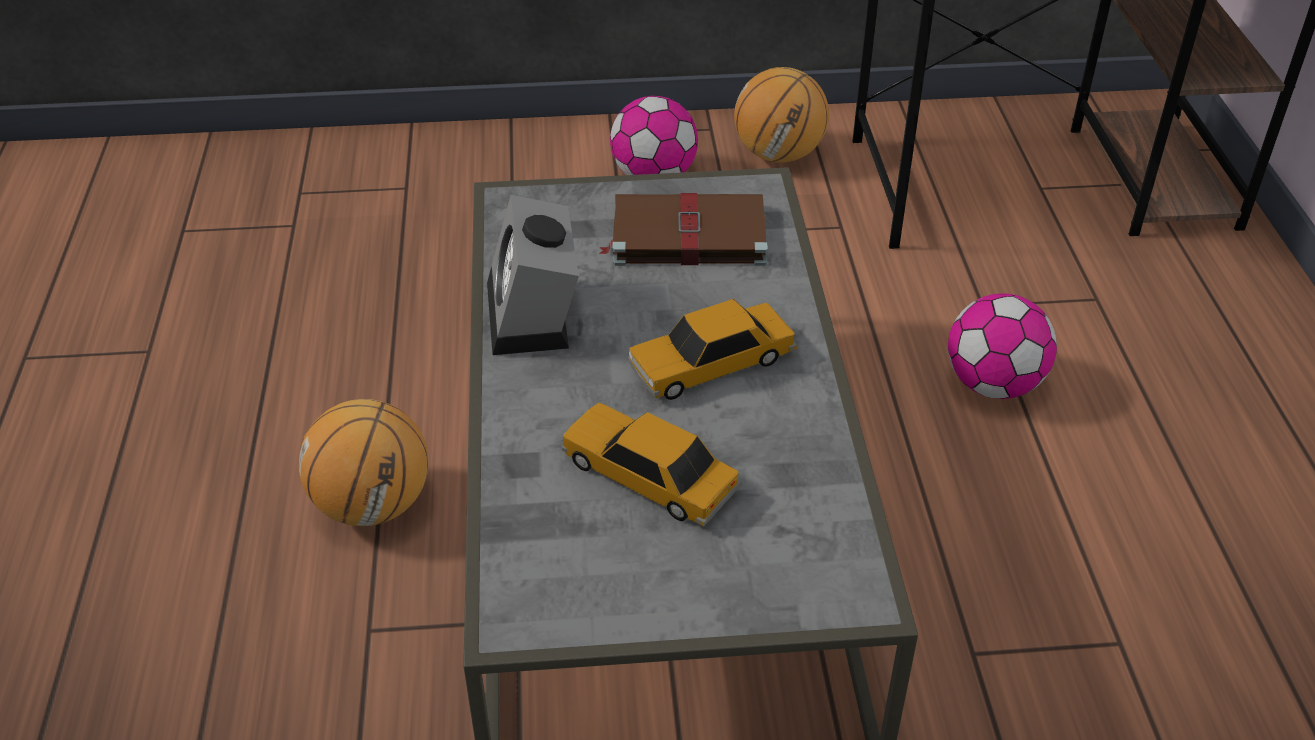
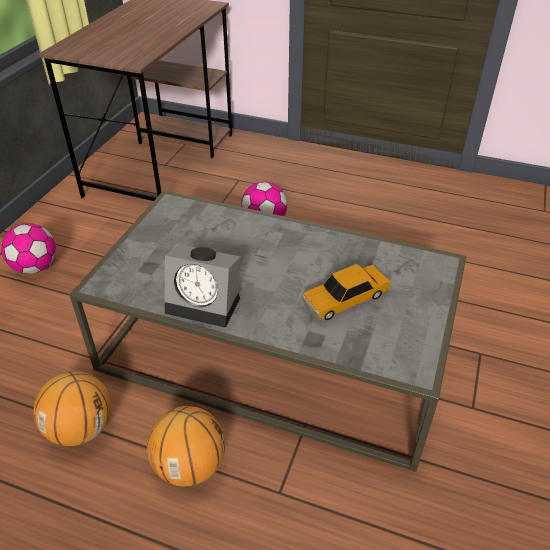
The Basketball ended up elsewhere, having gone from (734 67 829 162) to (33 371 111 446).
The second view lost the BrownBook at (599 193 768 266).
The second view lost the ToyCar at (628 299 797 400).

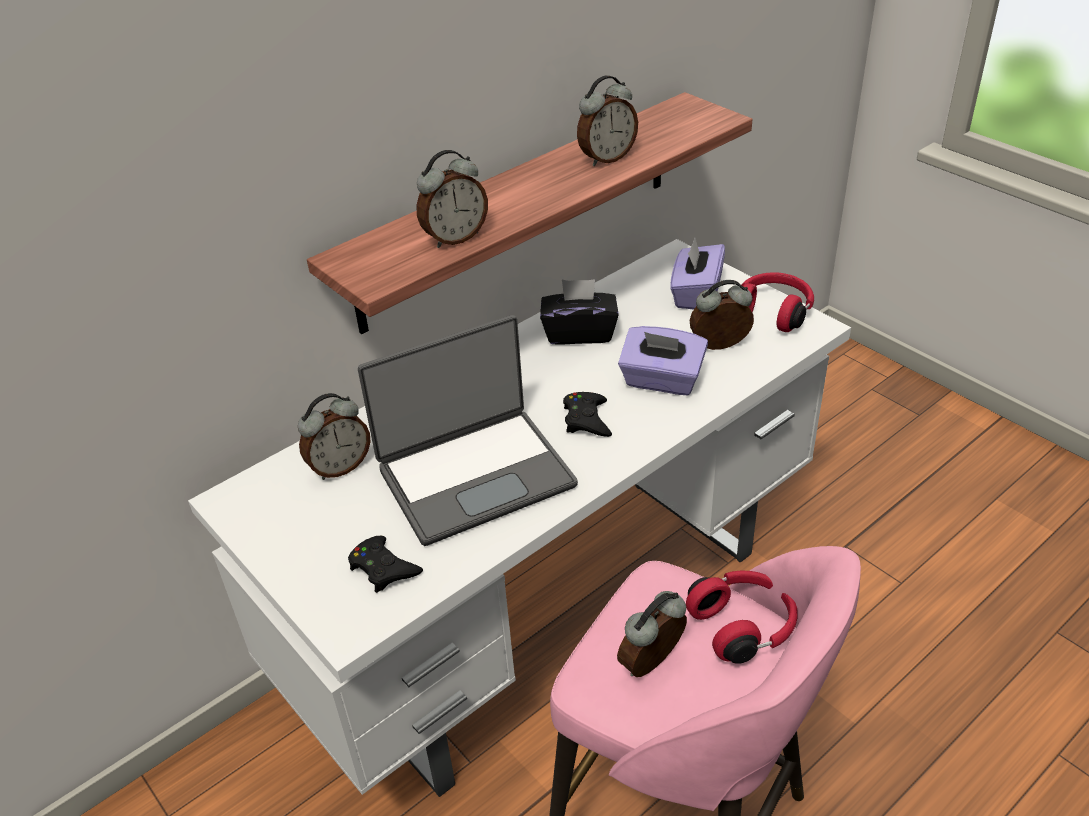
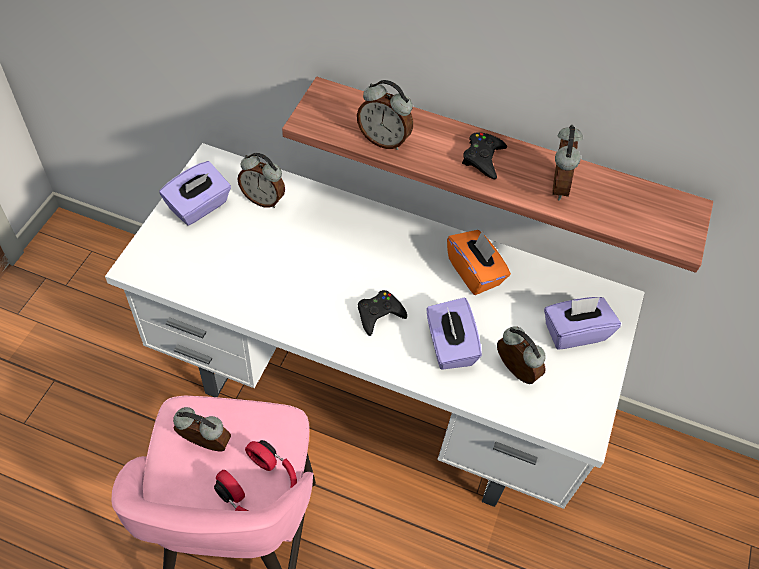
The second view gained the PurpleTissueBox at (159 161 231 226).
What was the BlackTissueBox at (540 279 619 345) turned into the OrangeTissueBox at (447 230 511 295).
The BlackGameController ended up elsewhere, having gone from (348 536 423 593) to (462 132 507 179).
The AlarmClock at (577 75 638 166) ended up facing another way, 105 degrees counterclockwise from before.
The second view lost the Laptop at (358 315 578 546).
The second view lost the RedHeadphones at (741 272 814 332).

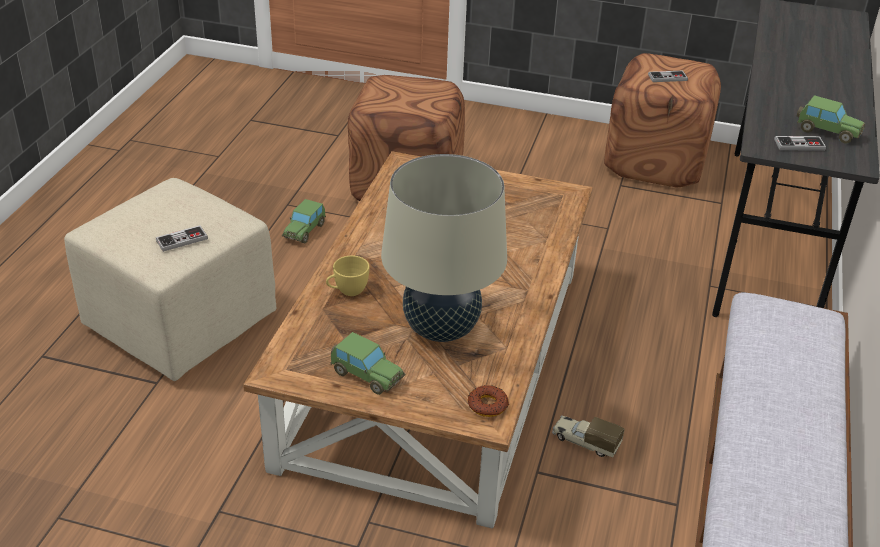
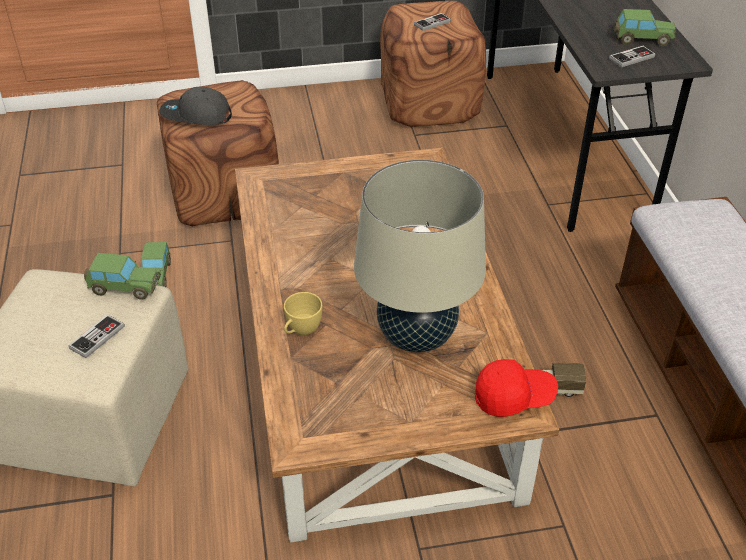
The ToyCar ended up elsewhere, having gone from (331 332 405 395) to (84 253 161 300).
The second view gained the GreyCap at (159 87 232 125).
Where the Donut stood at (468 385 509 417), the RedCap came to stand at (475 359 558 417).

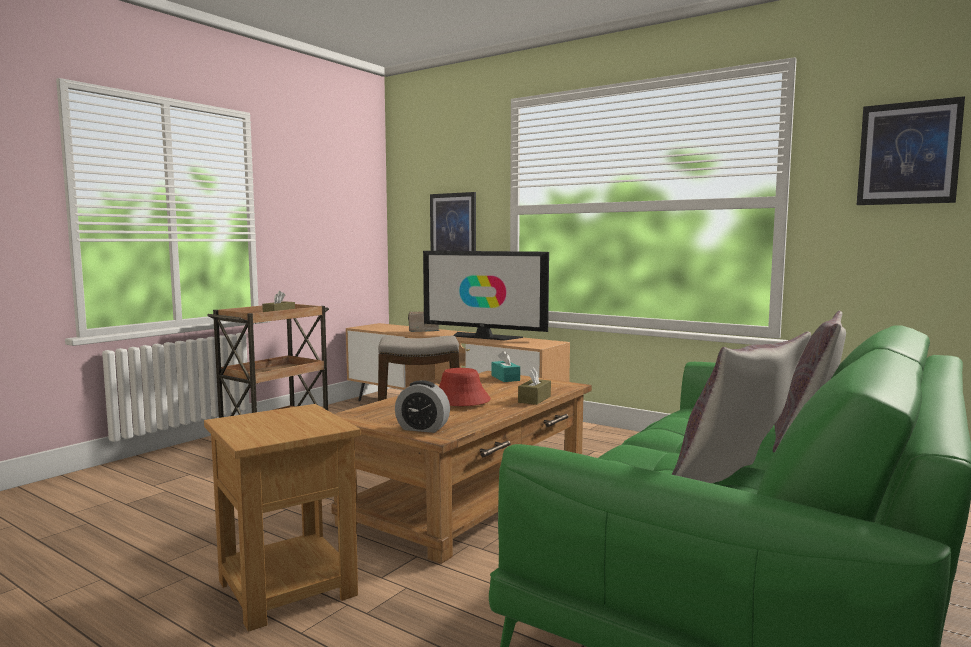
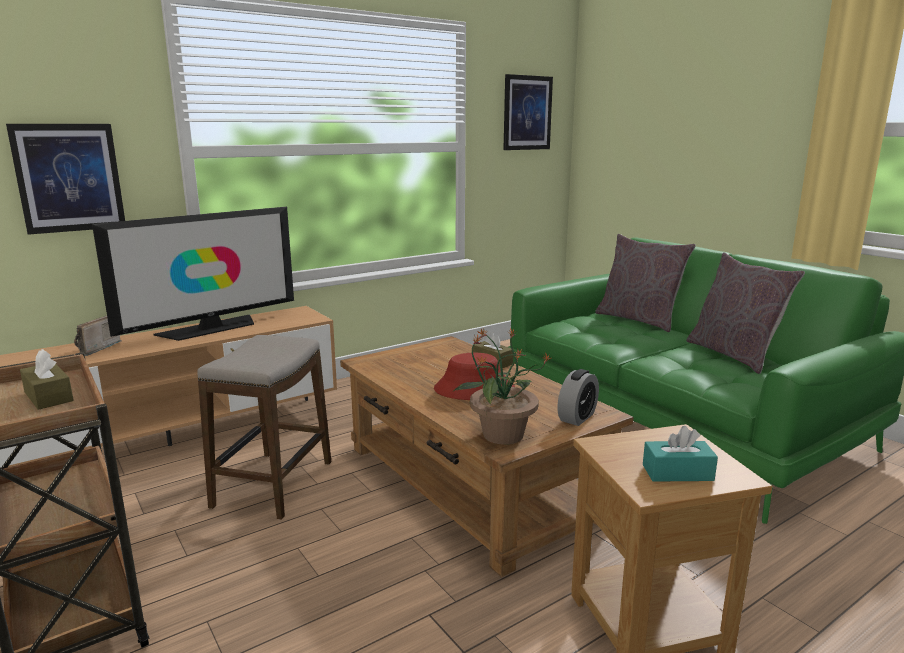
The second view gained the PottedPlant at (454 328 551 445).
The TurquoiseTissueBox ended up elsewhere, having gone from (492 350 520 382) to (643 426 718 482).

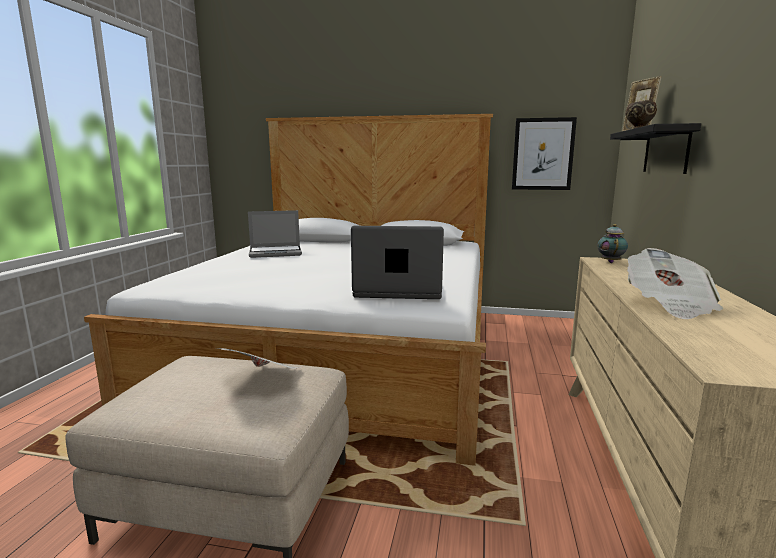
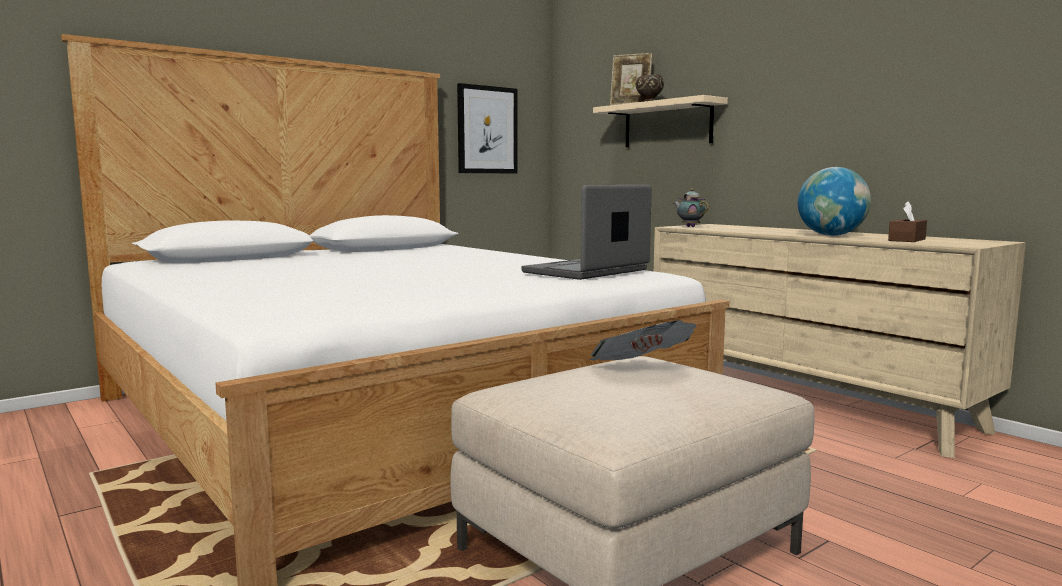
What was the BlackShelf at (610 123 701 174) turned into the BeigeShelf at (593 95 728 147).
Where the Newspaper stood at (627 248 723 319), the Globe came to stand at (798 167 871 236).
The second view gained the BrownTissueBox at (888 201 927 242).
The second view lost the Laptop at (248 210 302 258).

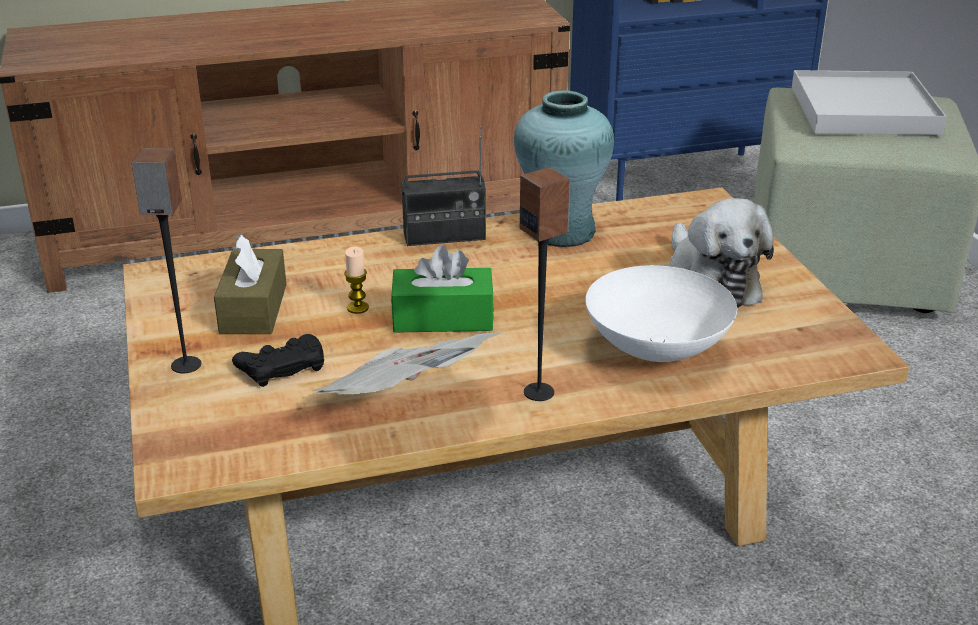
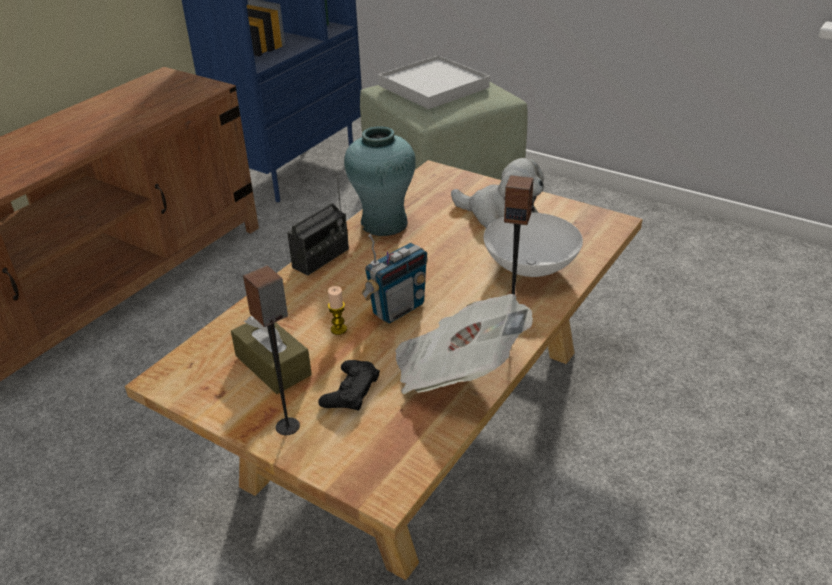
Where the GreenTissueBox stood at (391 245 494 333), the Radio came to stand at (361 234 428 324).

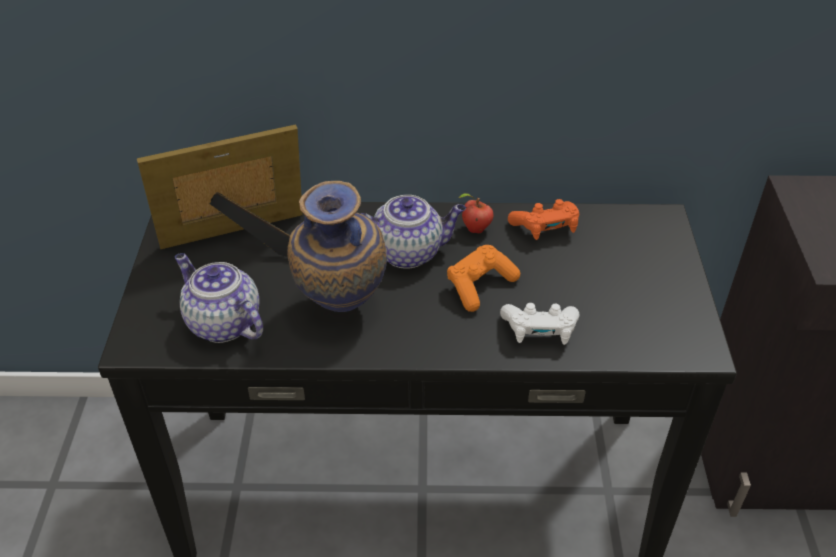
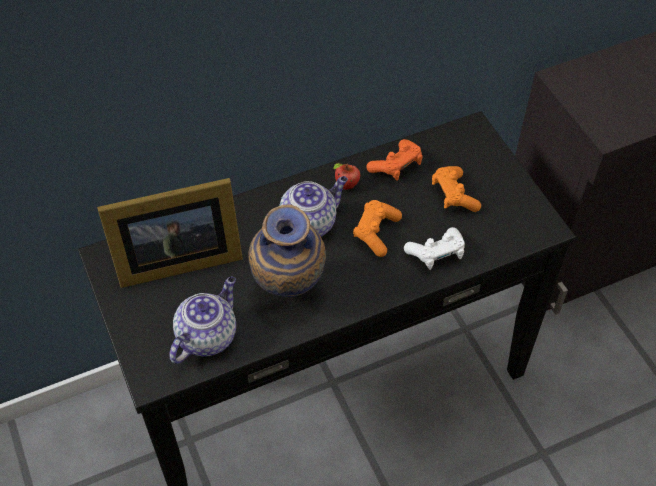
The PictureFrame at (137 125 303 256) ended up facing another way, 150 degrees counterclockwise from before.
The Teapot at (175 253 263 343) ended up facing another way, 105 degrees clockwise from before.
The second view gained the OrangeGameController at (432 166 481 212).

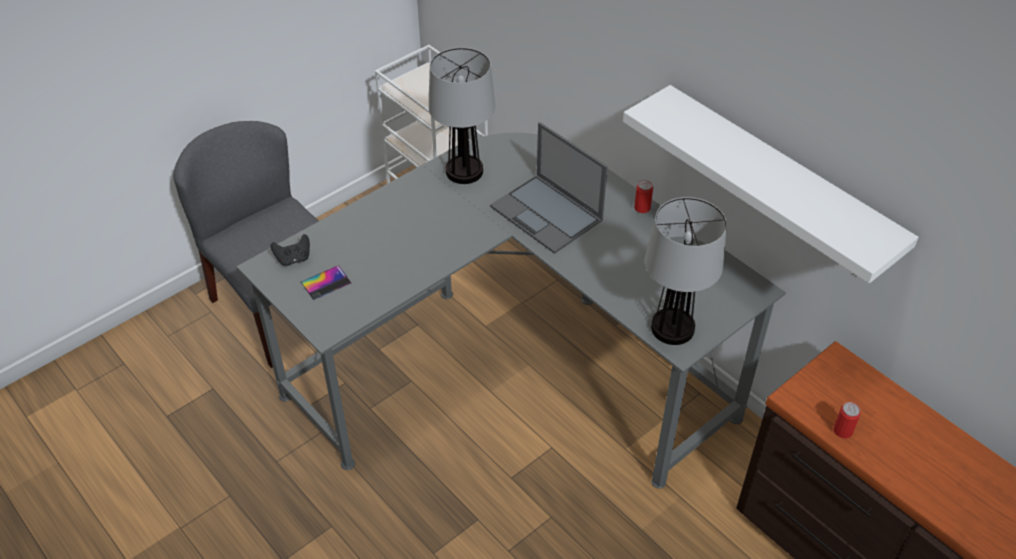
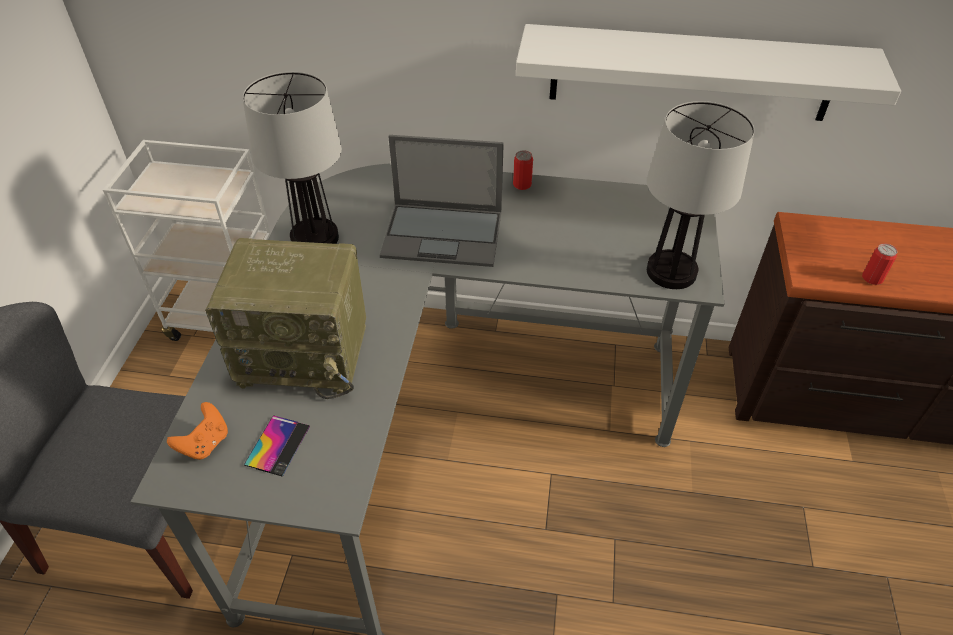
What was the BlackGameController at (271 234 310 266) turned into the OrangeGameController at (167 402 228 460).
The second view gained the Radio at (205 238 366 399).

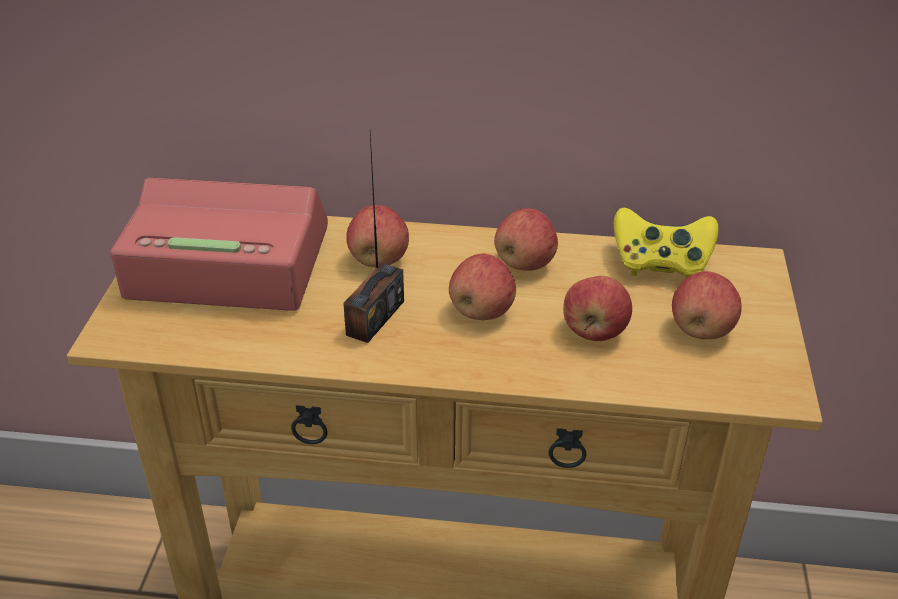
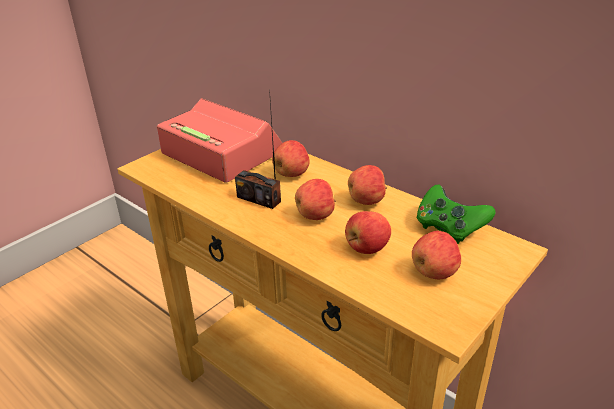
The Radio at (343 132 404 343) ended up facing another way, 60 degrees clockwise from before.
What was the YellowGameController at (614 208 719 279) turned into the GreenGameController at (417 185 496 244).

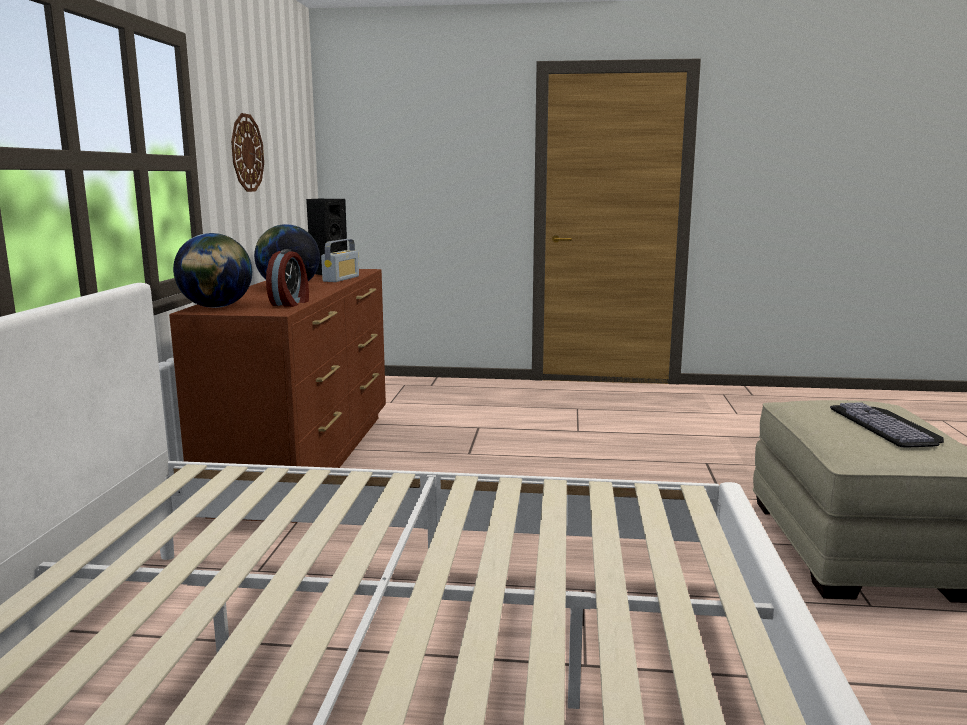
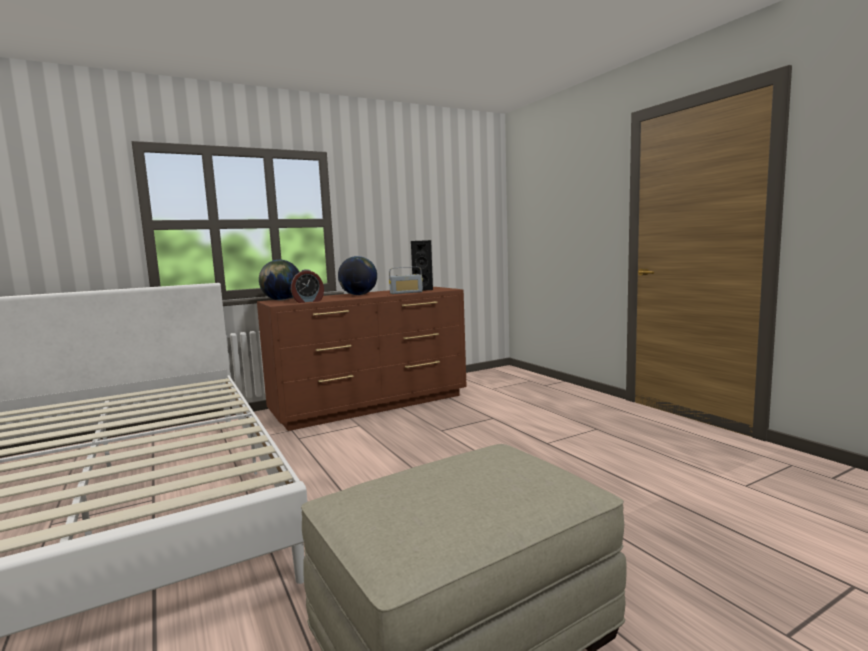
The second view lost the WallClock at (231 113 264 192).
The second view lost the Keyboard at (830 402 944 448).

